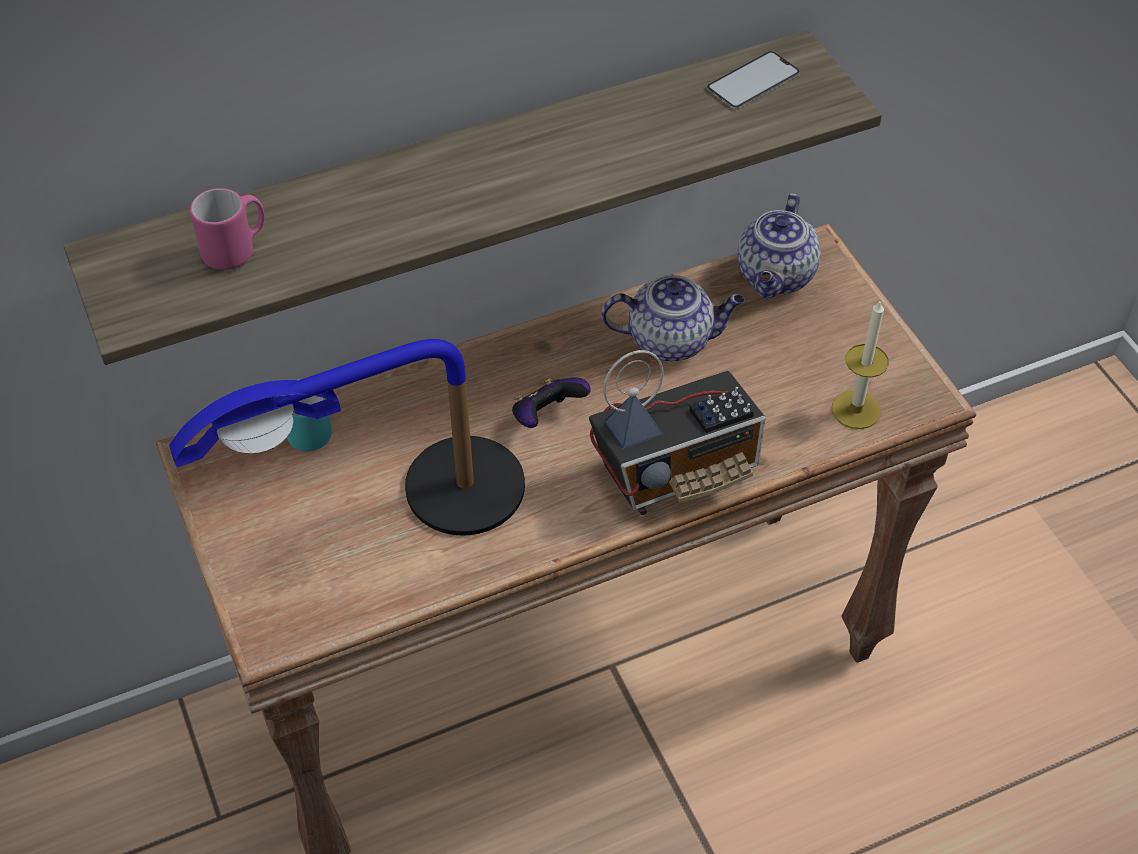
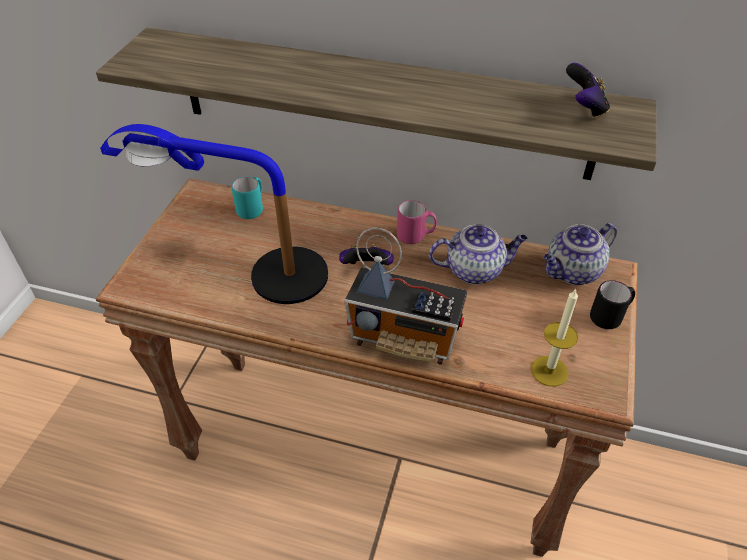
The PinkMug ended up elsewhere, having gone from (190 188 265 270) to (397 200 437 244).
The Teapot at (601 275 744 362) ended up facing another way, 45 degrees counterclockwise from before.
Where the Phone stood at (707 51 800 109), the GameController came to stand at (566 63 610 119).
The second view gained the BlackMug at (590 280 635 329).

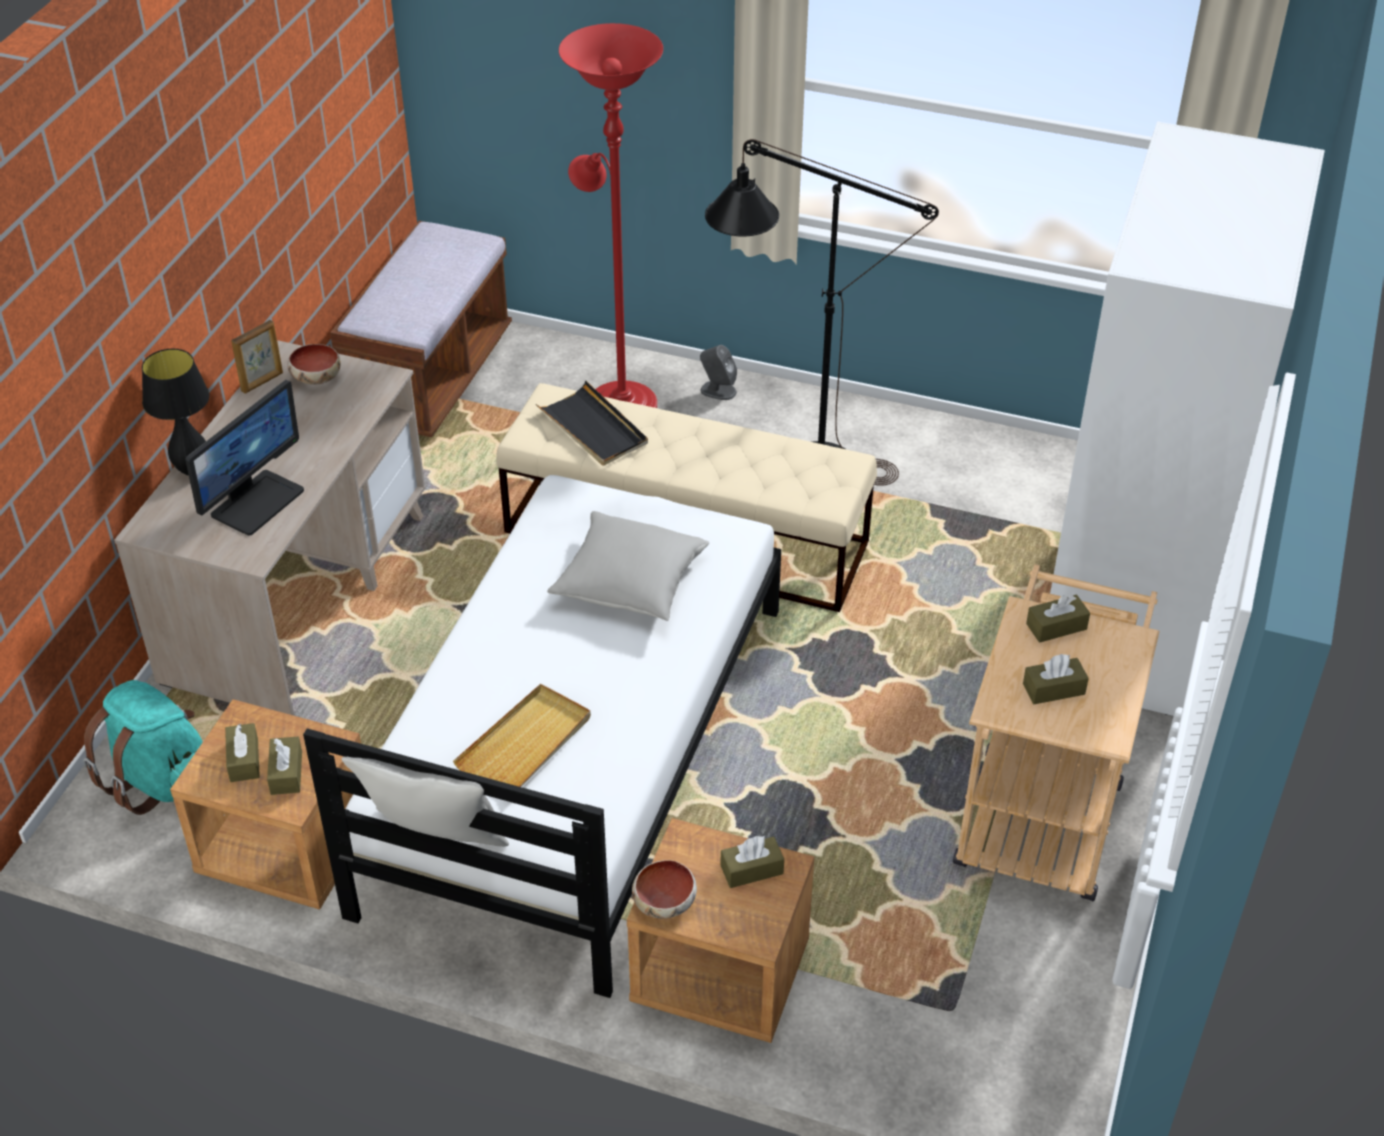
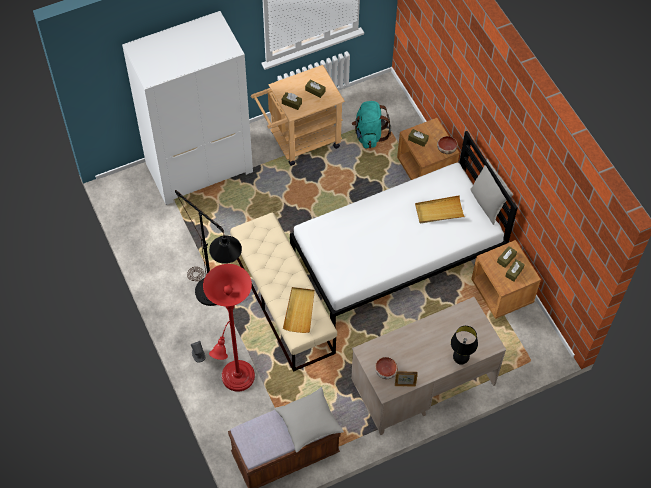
The GreyPillow ended up elsewhere, having gone from (547 511 709 621) to (275 387 344 453).
What was the BlackTray at (536 381 648 466) turned into the BeigeTray at (283 287 315 333).
The TurquoiseBackpack ended up elsewhere, having gone from (83 680 203 815) to (352 101 391 148).
The second view lost the Monitor at (185 380 304 536).

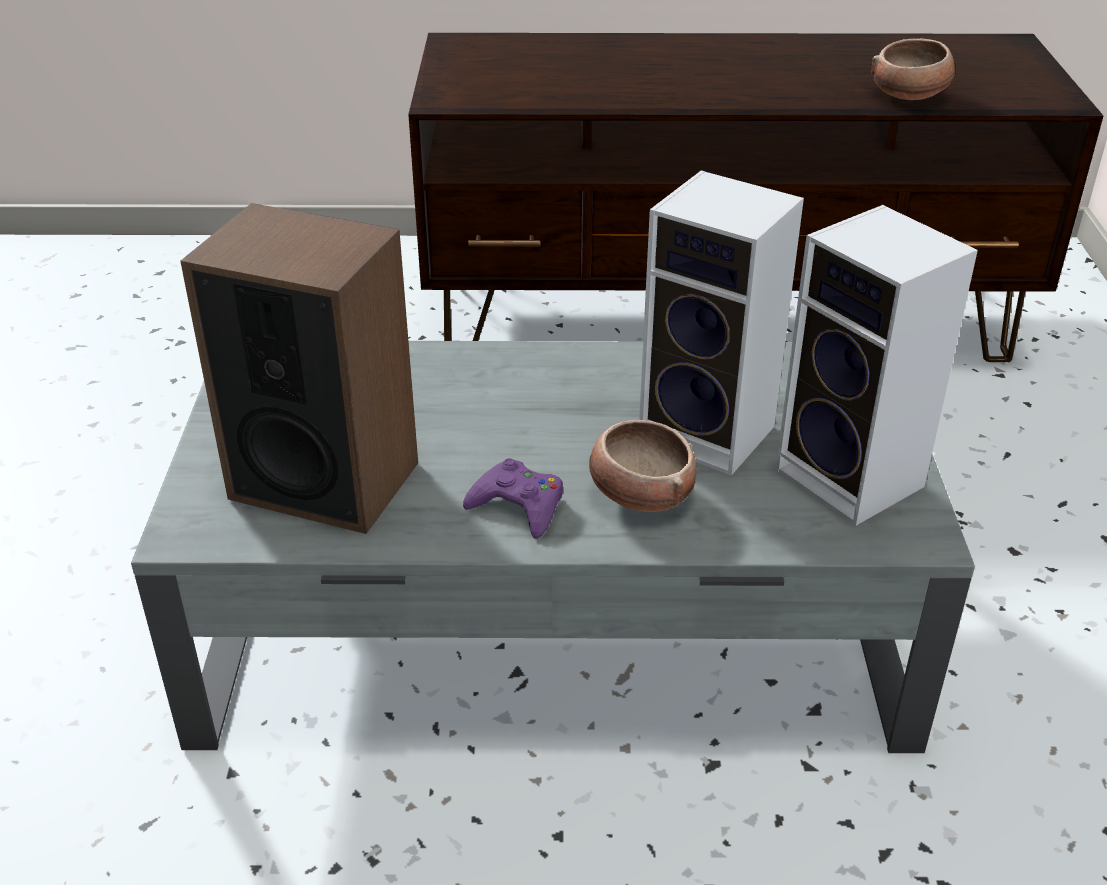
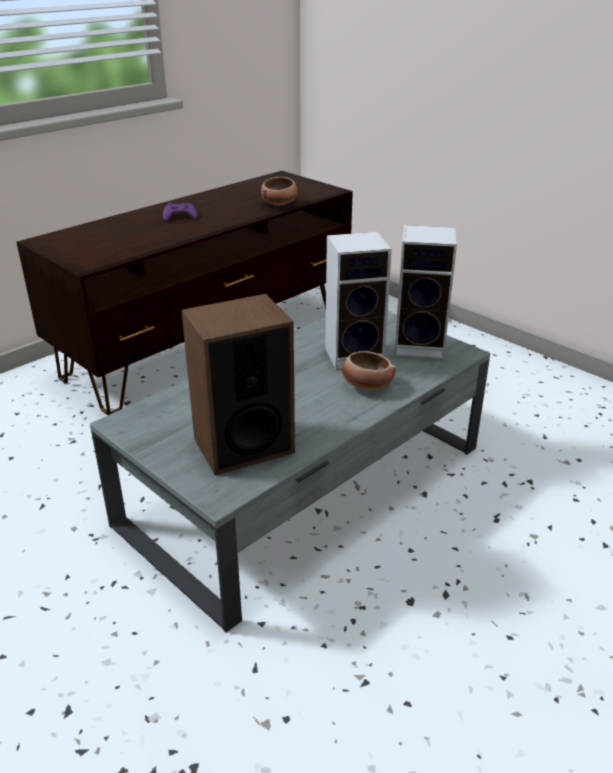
The PurpleGameController ended up elsewhere, having gone from (463 458 563 539) to (163 203 198 221).

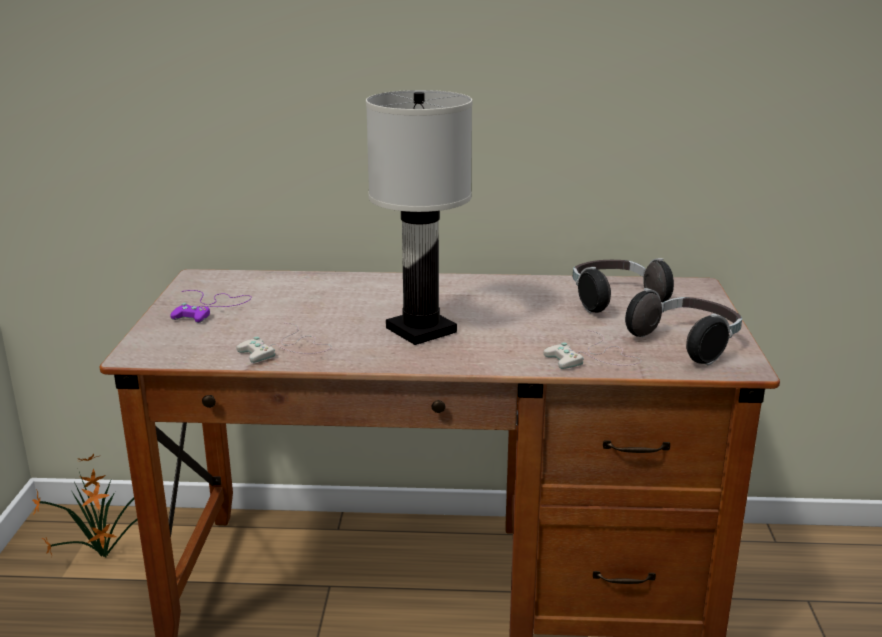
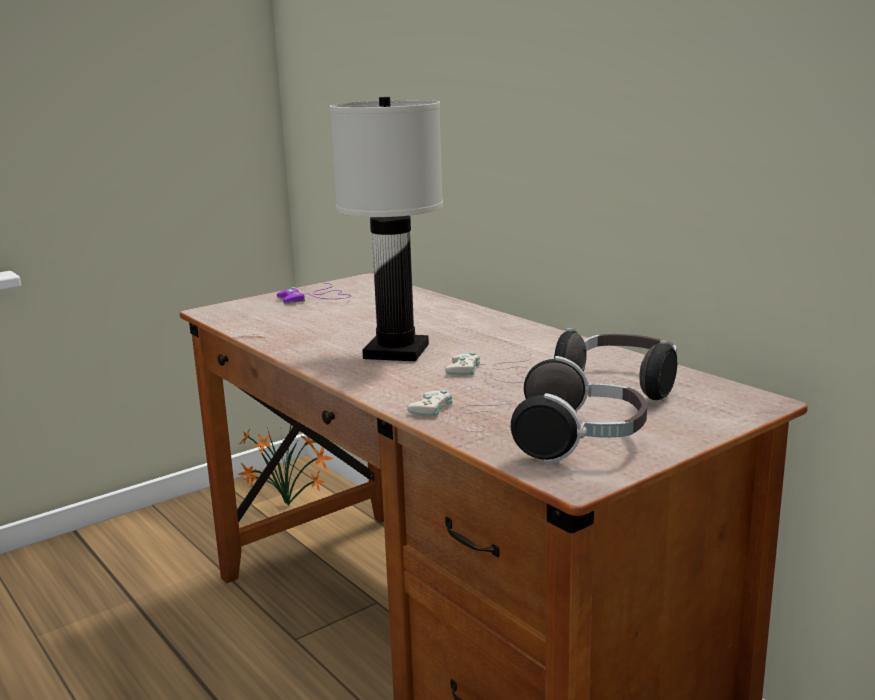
The WhiteGameController ended up elsewhere, having gone from (236 323 332 363) to (445 352 533 383).

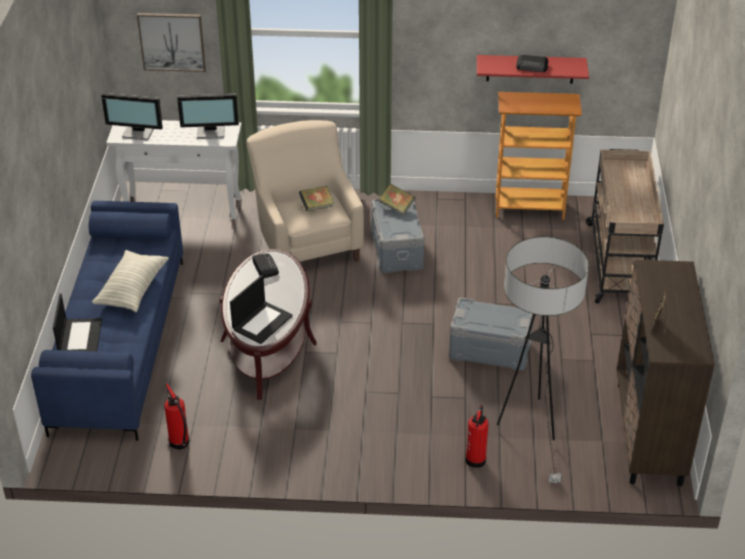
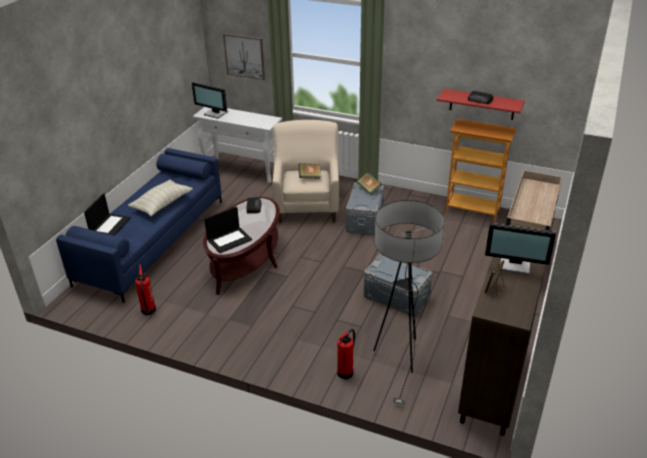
The Monitor ended up elsewhere, having gone from (177 94 239 139) to (485 223 556 275).

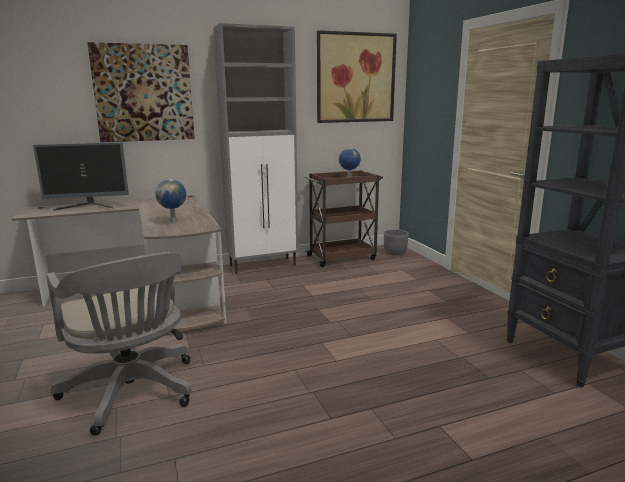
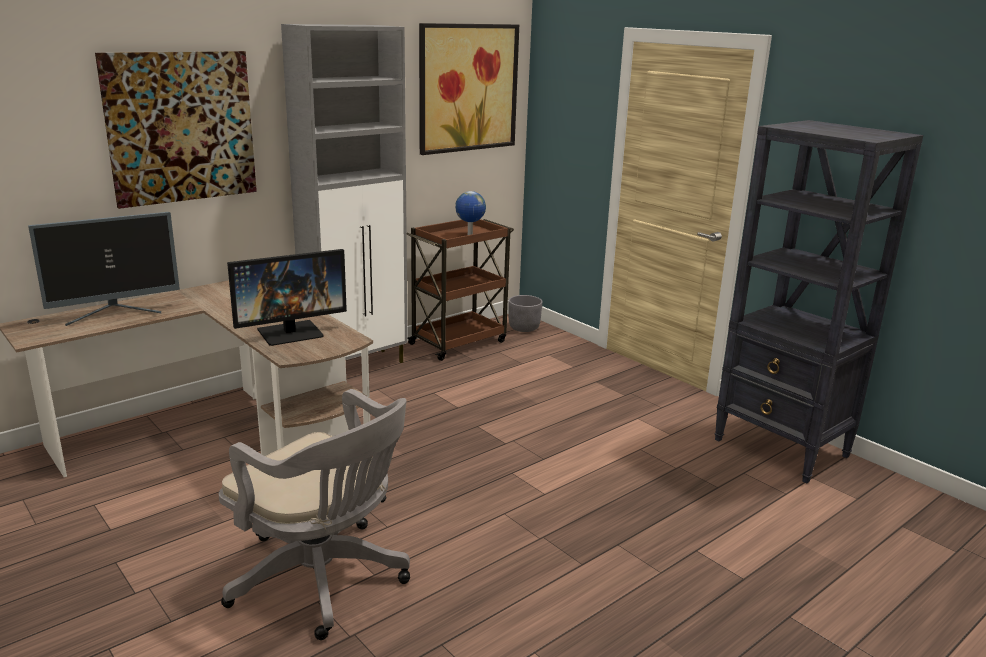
Where the Globe stood at (155 179 186 223), the Monitor came to stand at (227 249 347 346).

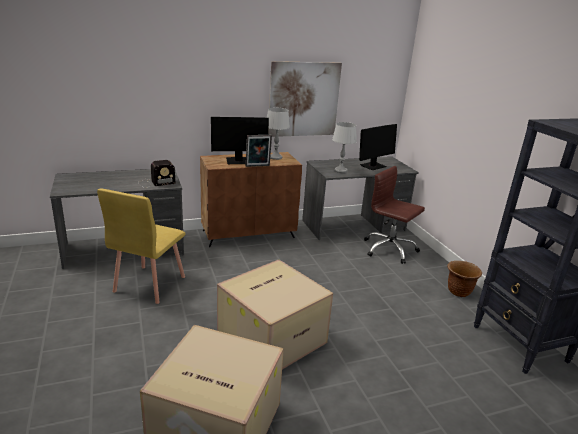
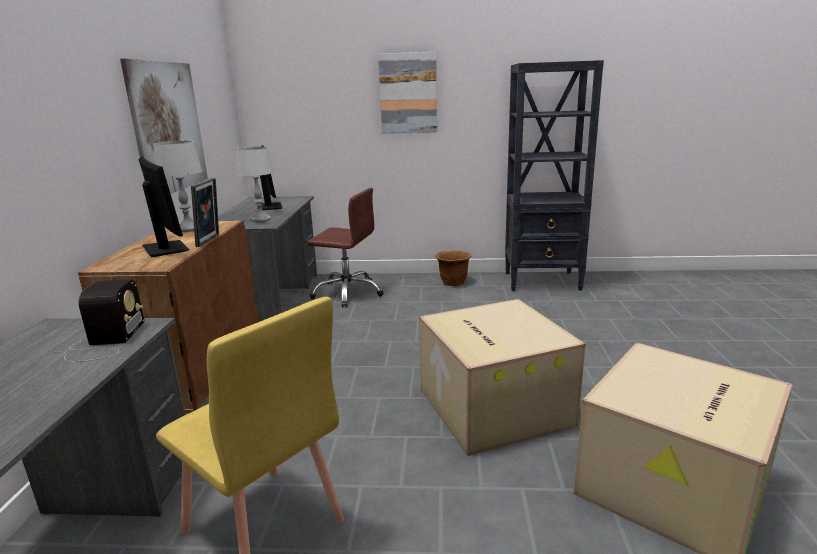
The Monitor at (211 117 269 164) ended up facing another way, 45 degrees counterclockwise from before.
The BrownOfficeChair at (364 166 425 264) ended up facing another way, 135 degrees counterclockwise from before.
The second view gained the Picture at (378 52 437 134).

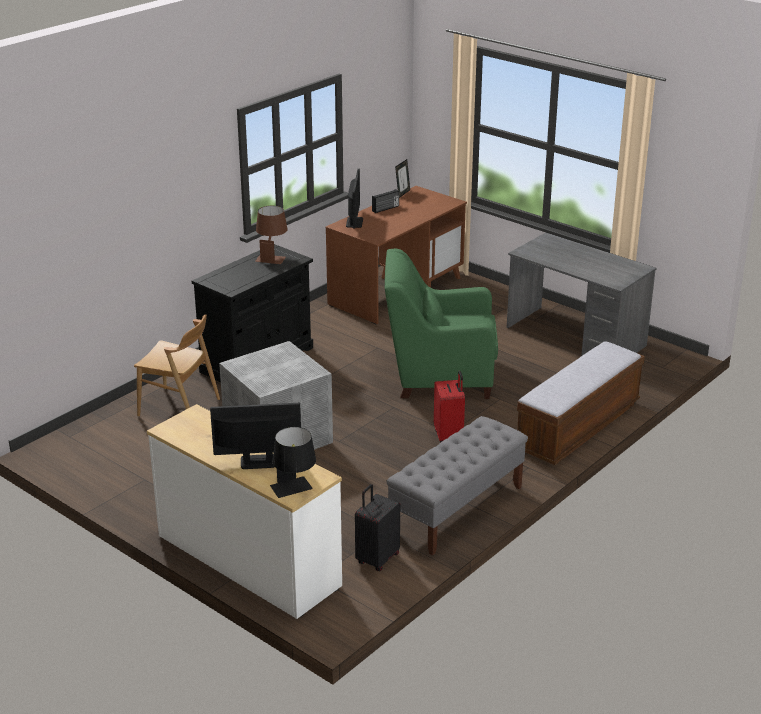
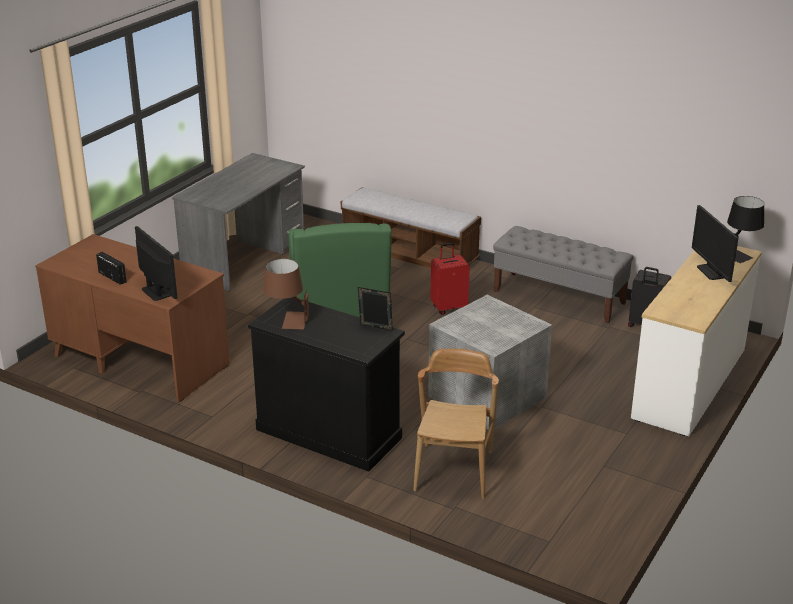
The Monitor at (346 169 363 228) ended up facing another way, 60 degrees clockwise from before.
The PictureFrame ended up elsewhere, having gone from (395 159 410 198) to (358 287 393 331).

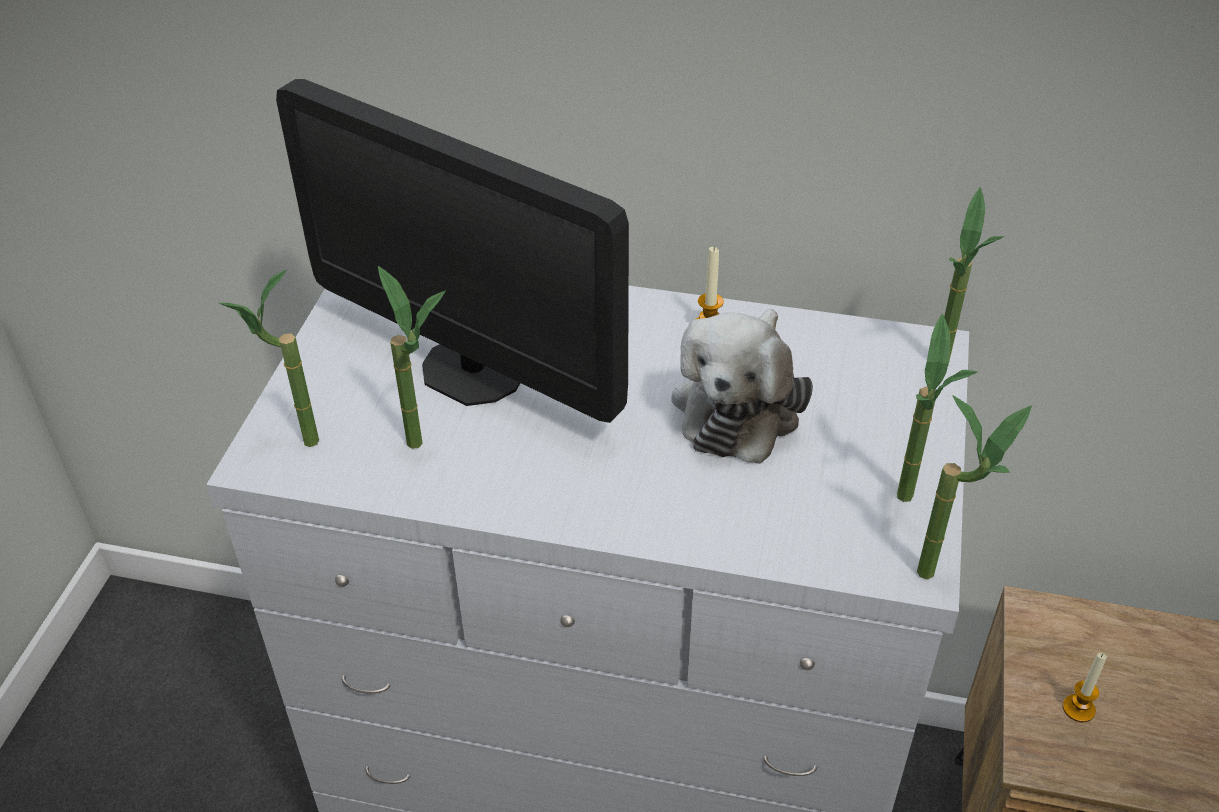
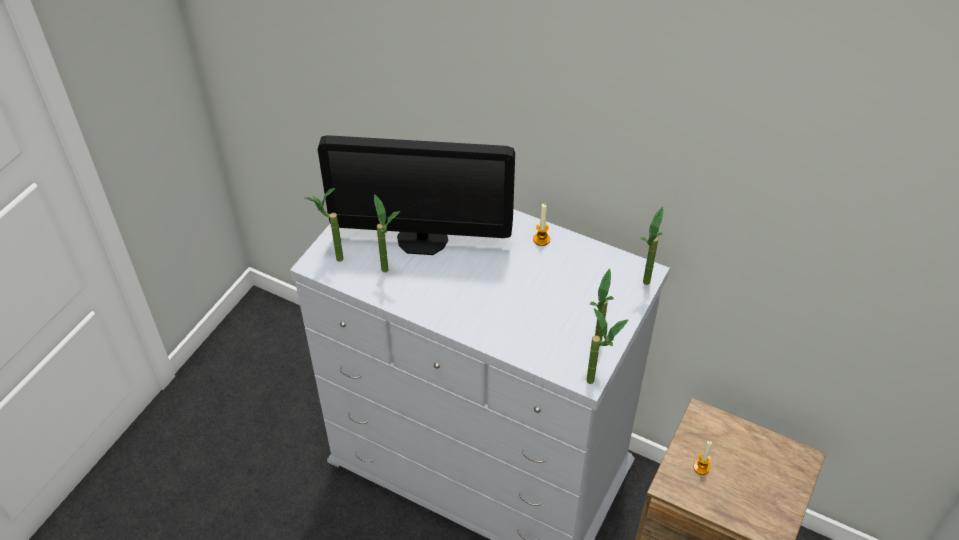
The Monitor at (276 79 629 423) ended up facing another way, 45 degrees counterclockwise from before.
The second view lost the PlushToy at (671 309 813 464).

